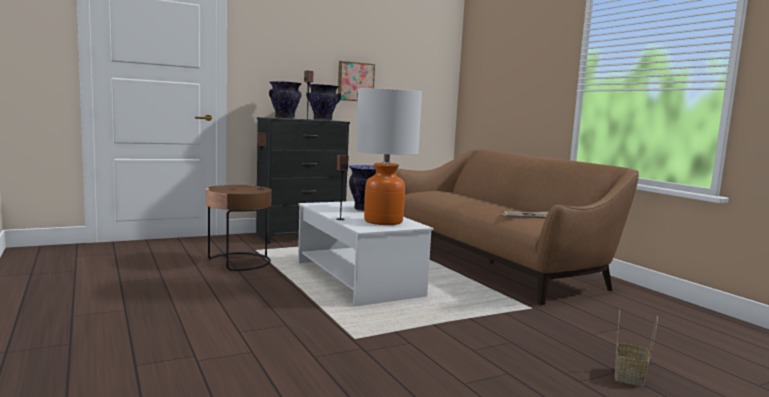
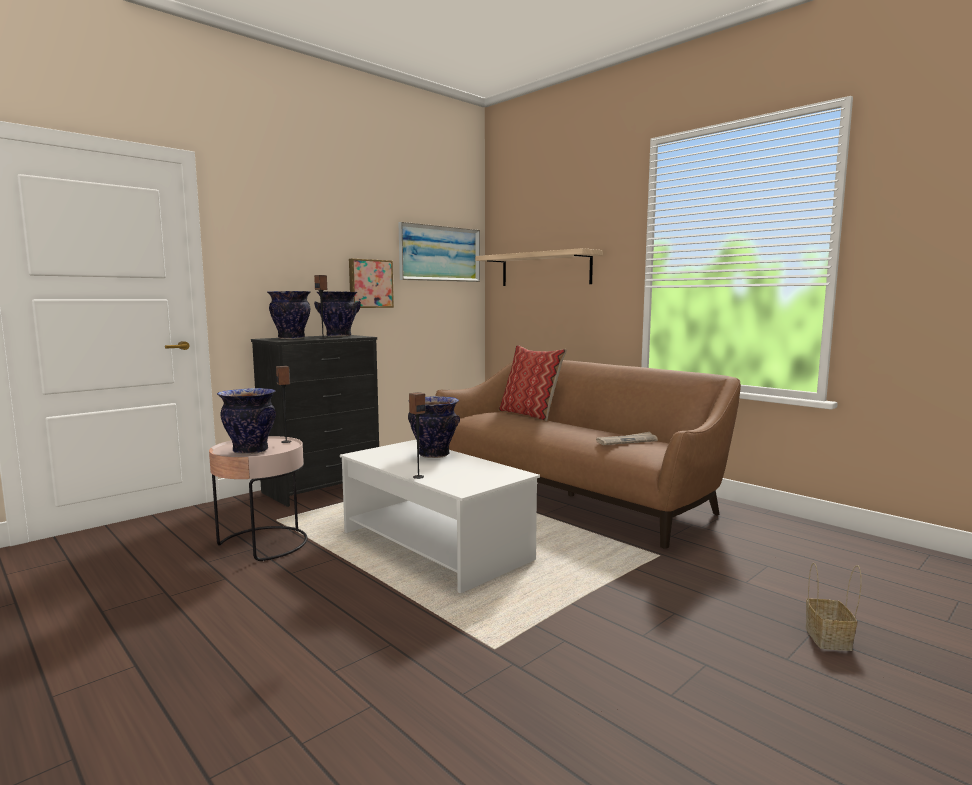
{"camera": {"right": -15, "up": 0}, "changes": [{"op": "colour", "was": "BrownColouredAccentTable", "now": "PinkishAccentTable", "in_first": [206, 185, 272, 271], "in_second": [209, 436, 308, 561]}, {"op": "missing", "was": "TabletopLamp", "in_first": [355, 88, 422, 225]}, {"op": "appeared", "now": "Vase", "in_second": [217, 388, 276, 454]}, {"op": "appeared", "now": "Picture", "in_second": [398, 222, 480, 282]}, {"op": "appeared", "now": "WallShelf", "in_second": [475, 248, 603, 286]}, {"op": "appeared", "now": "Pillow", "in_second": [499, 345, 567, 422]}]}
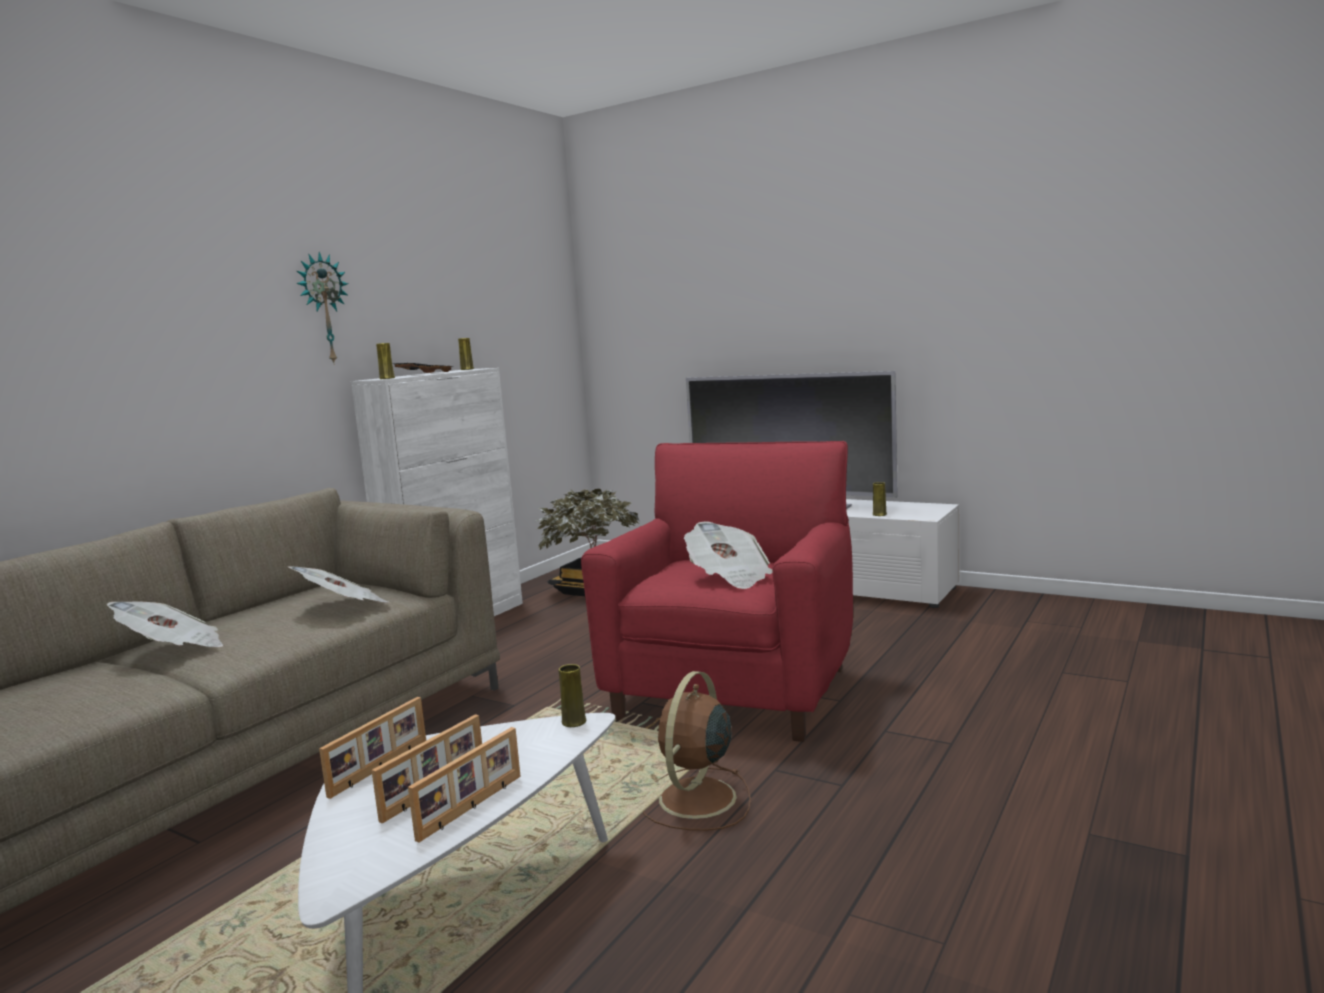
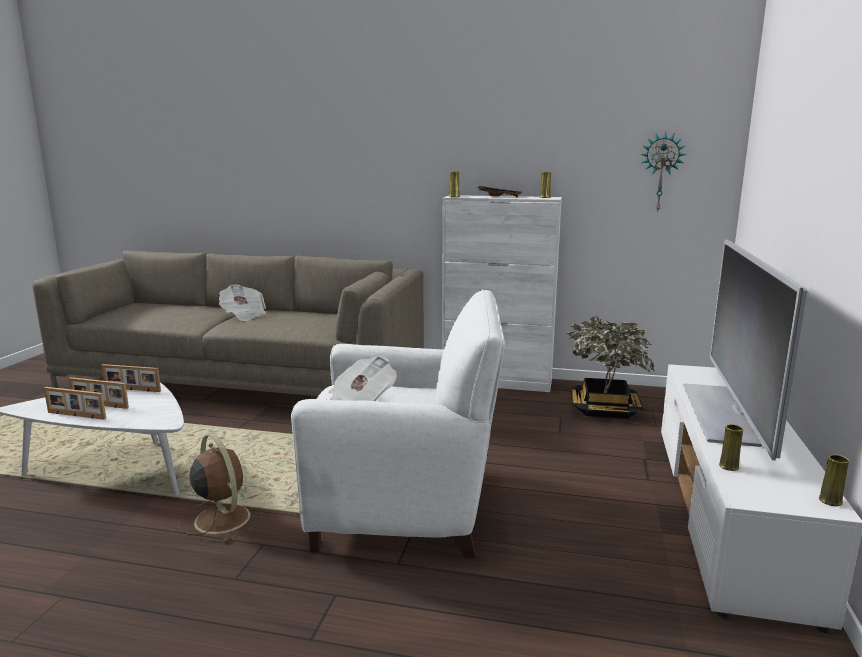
{"camera": {"right": 70, "up": 5}, "changes": [{"op": "missing", "was": "DailyPaper", "in_first": [288, 566, 388, 602]}, {"op": "relocated", "was": "HangingClock", "in_first": [296, 252, 348, 365], "in_second": [640, 131, 687, 213]}, {"op": "relocated", "was": "YellowishVase", "in_first": [559, 664, 586, 727], "in_second": [819, 454, 849, 506]}, {"op": "colour", "was": "RedColouredLoungeChair", "now": "WhiteColouredLoungeChair", "in_first": [581, 441, 853, 742], "in_second": [291, 289, 505, 558]}, {"op": "spun", "was": "BrownColouredElectricFan", "in_first": [643, 671, 751, 831], "in_second": [178, 434, 262, 543], "clockwise": 45}]}
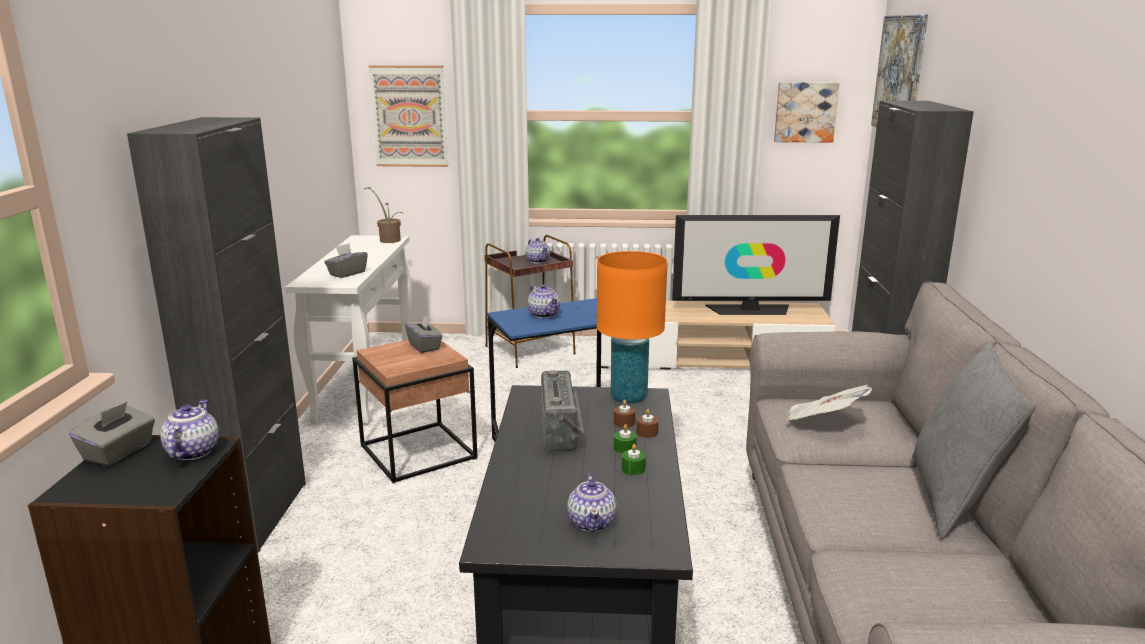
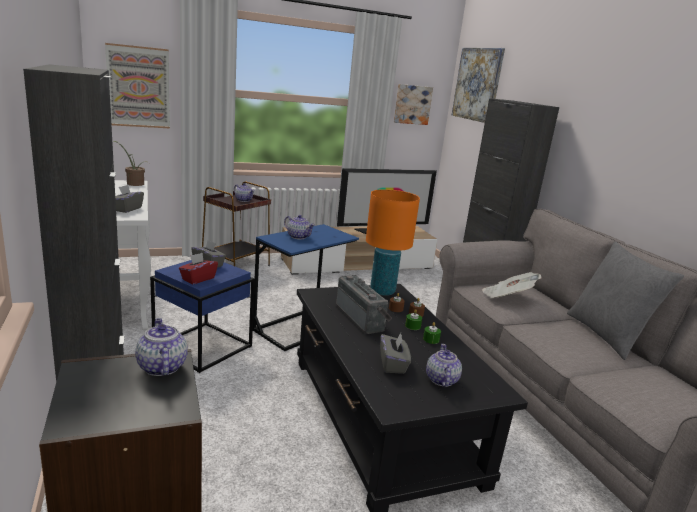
{"camera": {"right": -25, "up": 0}, "changes": [{"op": "relocated", "was": "GreyishBoxOfTissues", "in_first": [69, 402, 155, 466], "in_second": [380, 333, 411, 374]}, {"op": "colour", "was": "BrownColouredAccentTable", "now": "BlueAccentTable", "in_first": [352, 340, 478, 483], "in_second": [150, 260, 255, 373]}, {"op": "spun", "was": "TeaPot", "in_first": [567, 474, 617, 532], "in_second": [426, 344, 462, 387], "clockwise": -150}, {"op": "appeared", "now": "RedColouredBoxOfTissues", "in_second": [179, 253, 218, 284]}]}
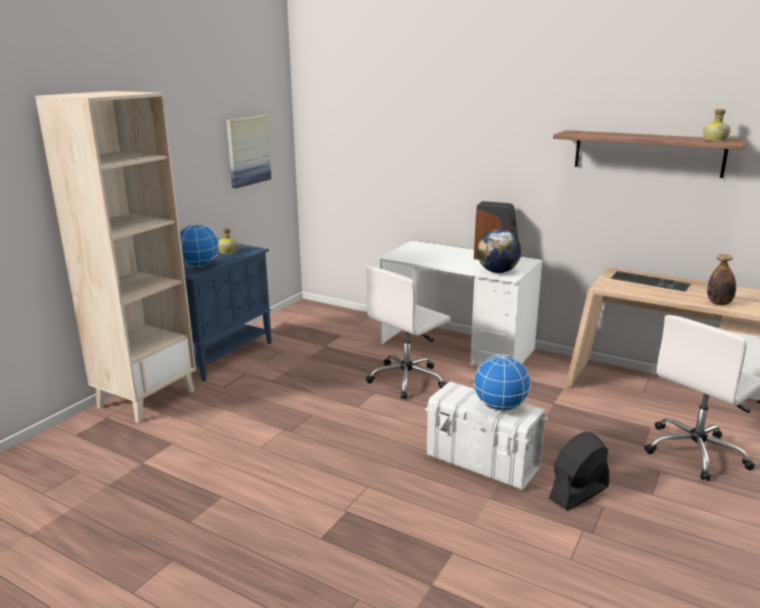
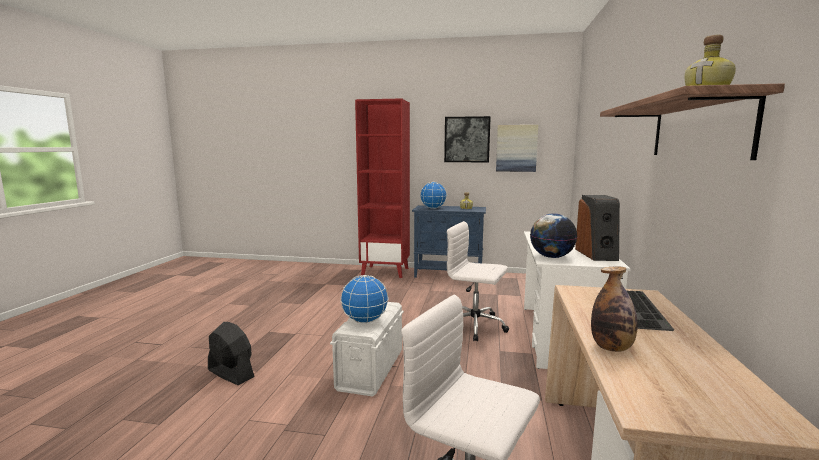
{"camera": {"right": 70, "up": -10}, "changes": [{"op": "colour", "was": "BeigeColouredShelvingUnit", "now": "RedColouredShelvingUnit", "in_first": [35, 91, 196, 423], "in_second": [355, 98, 410, 278]}, {"op": "relocated", "was": "BlackishElectricFan", "in_first": [549, 432, 609, 510], "in_second": [208, 322, 255, 385]}, {"op": "appeared", "now": "Picture", "in_second": [444, 116, 491, 162]}]}
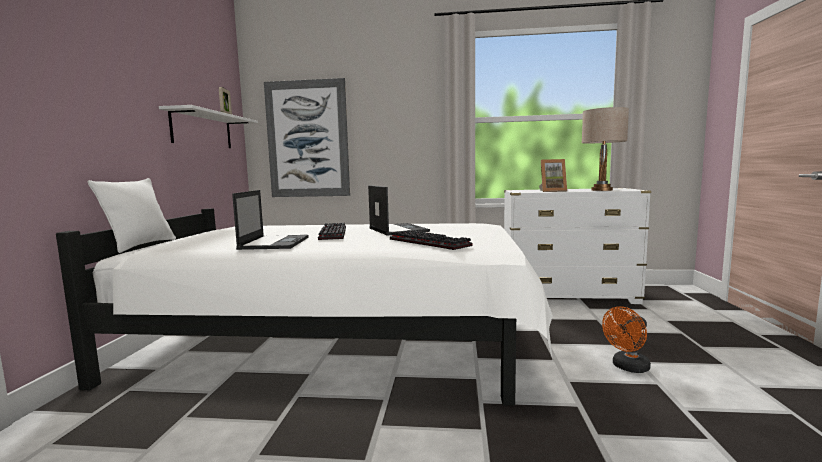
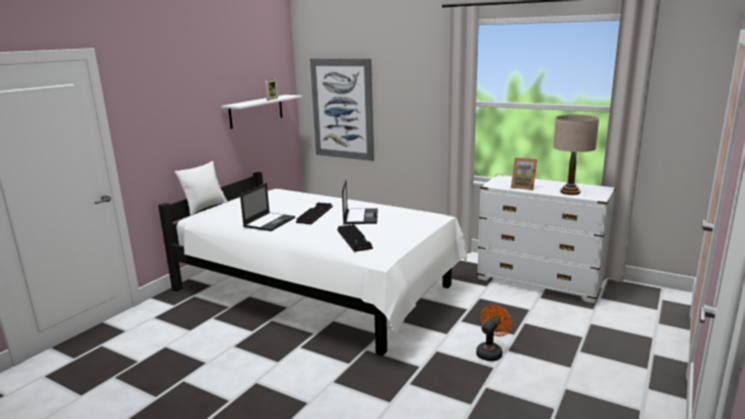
{"camera": {"right": 25, "up": 10}, "changes": [{"op": "spun", "was": "OrangeElectricFan", "in_first": [602, 307, 651, 373], "in_second": [476, 304, 512, 361], "clockwise": 135}]}
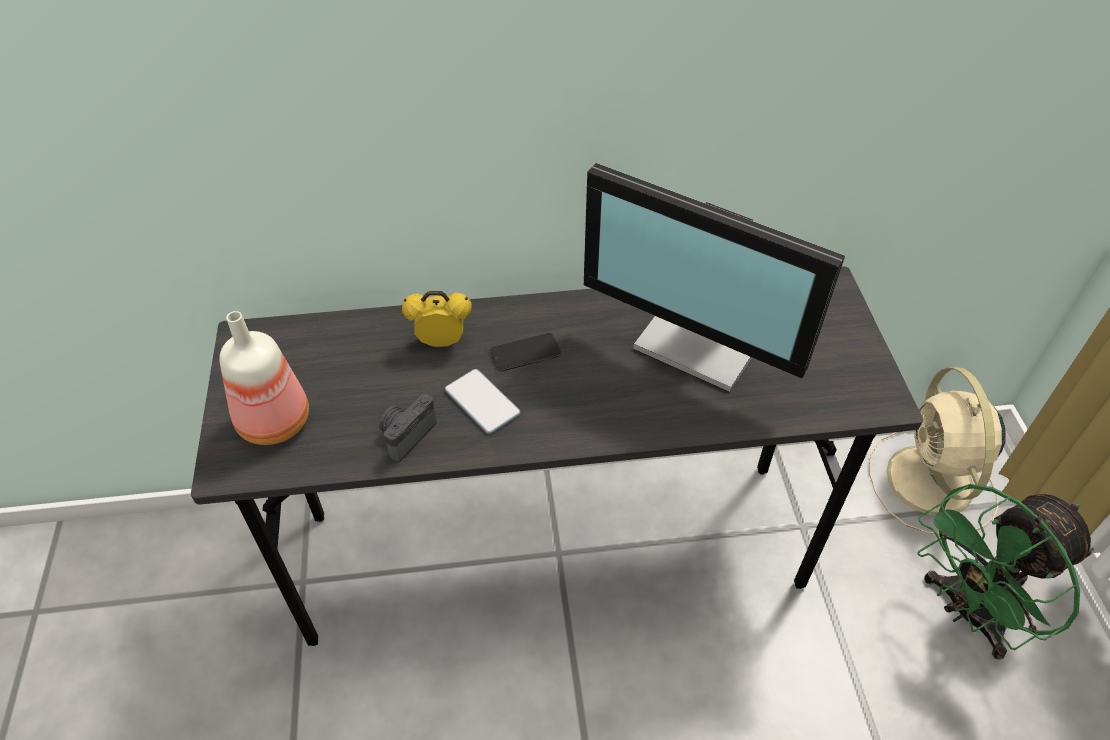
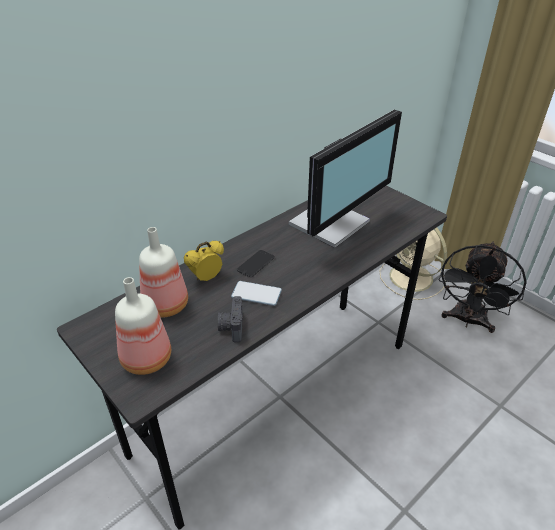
{"camera": {"right": -35, "up": -10}, "changes": [{"op": "spun", "was": "Monitor", "in_first": [584, 163, 845, 392], "in_second": [289, 110, 402, 248], "clockwise": -45}, {"op": "colour", "was": "GreenColouredElectricFan", "now": "BlackishElectricFan", "in_first": [917, 484, 1094, 660], "in_second": [439, 242, 527, 333]}, {"op": "appeared", "now": "BeverageBottle", "in_second": [139, 227, 188, 318]}]}
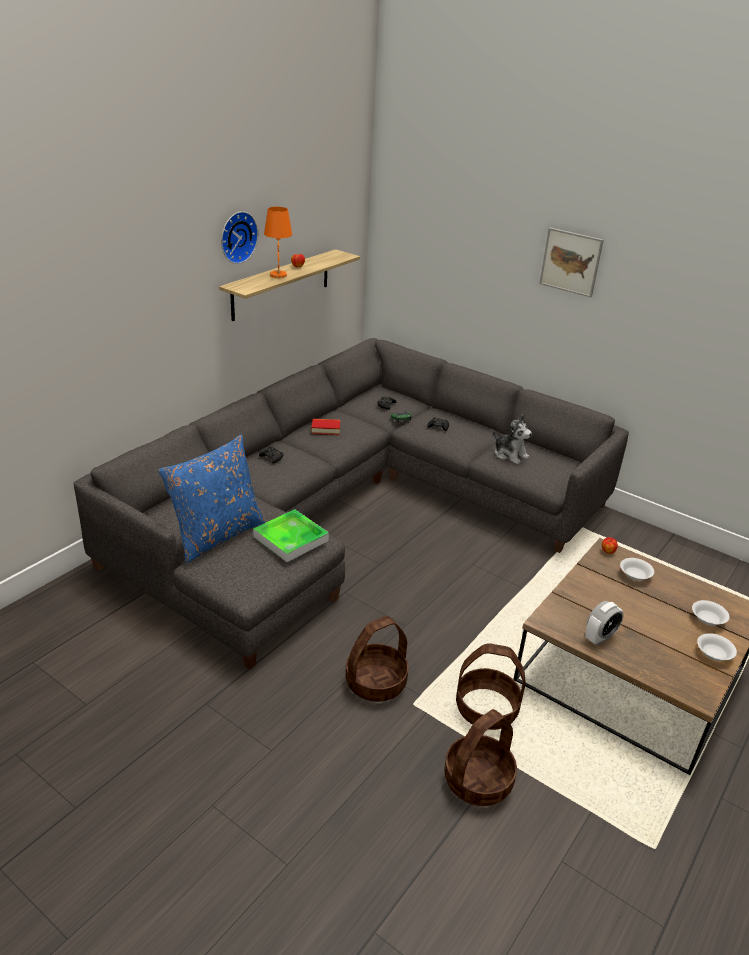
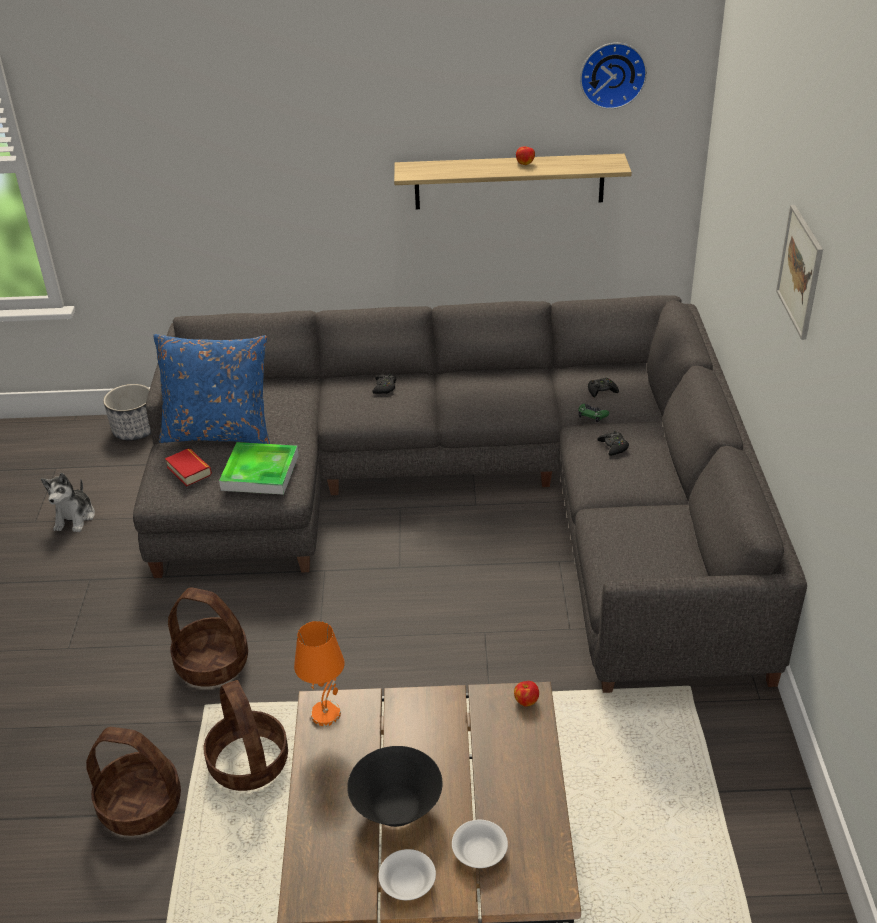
{"camera": {"right": 55, "up": 5}, "changes": [{"op": "relocated", "was": "HangingClock", "in_first": [221, 211, 258, 264], "in_second": [580, 43, 647, 109]}, {"op": "relocated", "was": "OrangeTabletopLamp", "in_first": [264, 207, 292, 278], "in_second": [294, 621, 345, 726]}, {"op": "relocated", "was": "Volume", "in_first": [311, 419, 340, 435], "in_second": [165, 448, 212, 487]}, {"op": "relocated", "was": "PlushToy", "in_first": [493, 414, 532, 465], "in_second": [41, 473, 95, 532]}, {"op": "missing", "was": "TableClock", "in_first": [585, 601, 623, 645]}, {"op": "missing", "was": "WhiteColouredServingBowl", "in_first": [620, 558, 654, 581]}, {"op": "appeared", "now": "Planter", "in_second": [103, 384, 151, 440]}, {"op": "appeared", "now": "BlackishServingBowl", "in_second": [347, 746, 443, 827]}]}
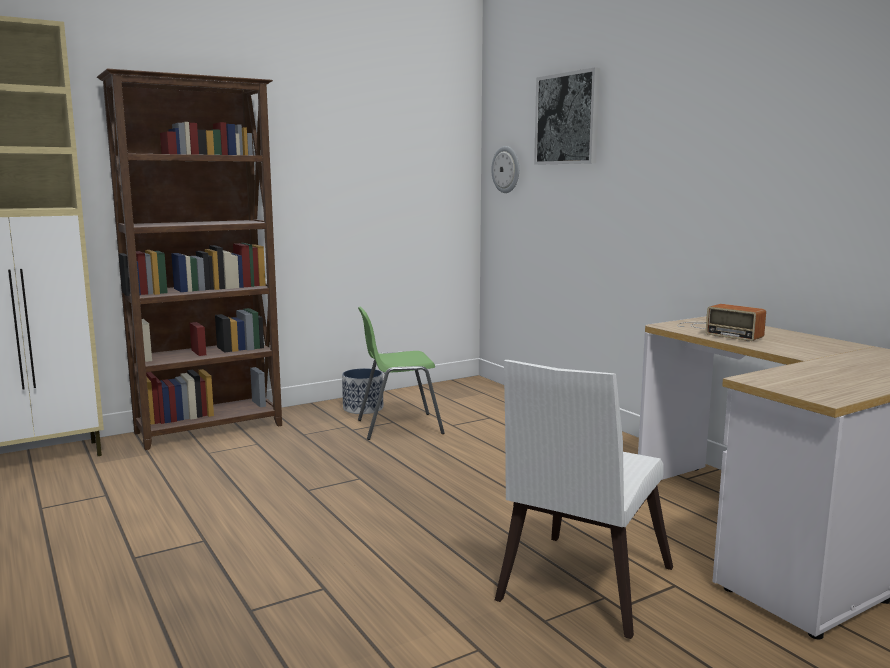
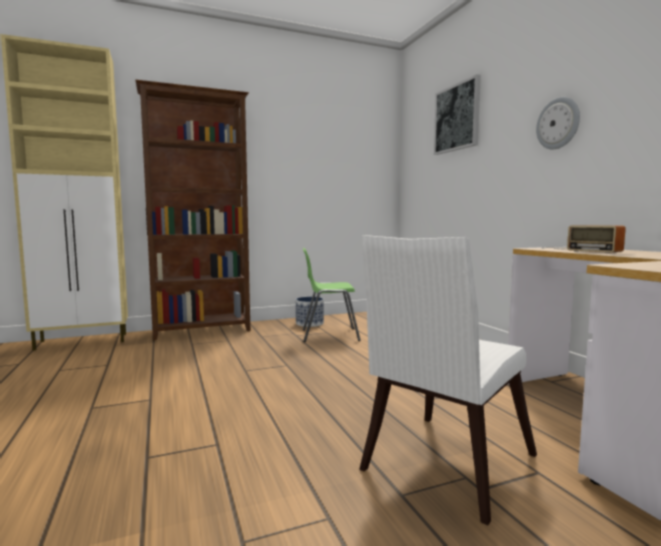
{"camera": {"right": 10, "up": -5}, "changes": [{"op": "relocated", "was": "HangingClock", "in_first": [491, 146, 519, 193], "in_second": [536, 97, 580, 150]}]}
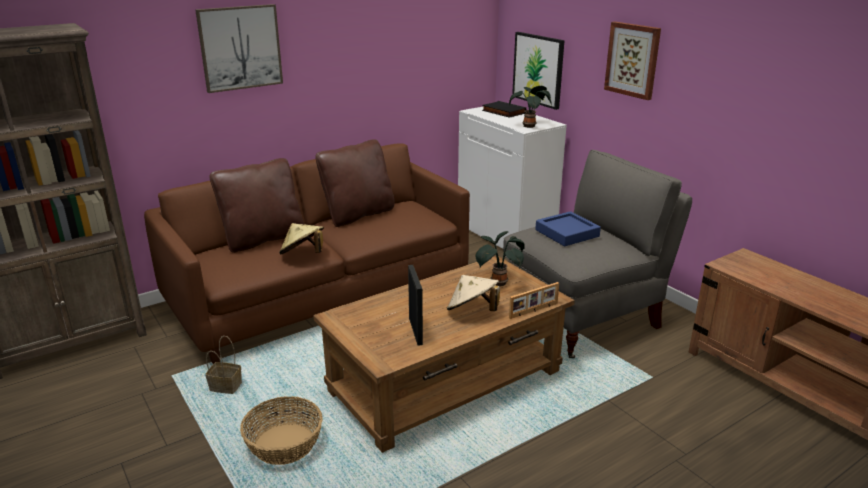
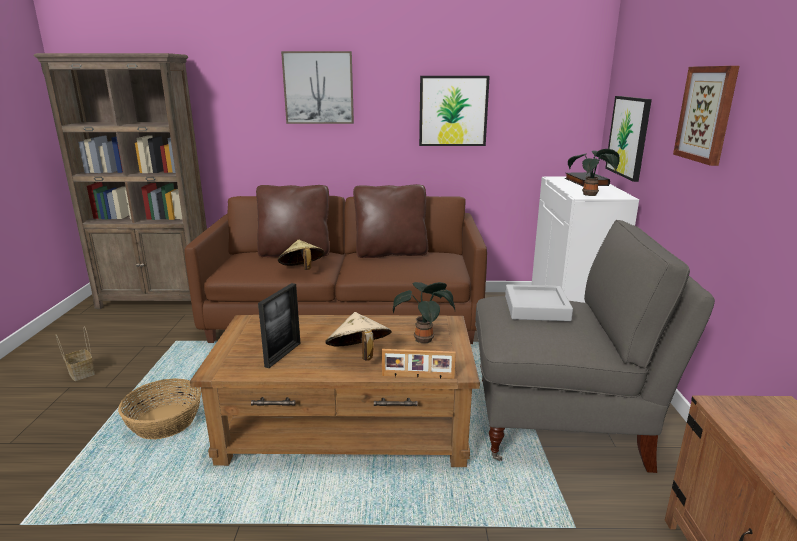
{"camera": {"right": 35, "up": -5}, "changes": [{"op": "relocated", "was": "Basket", "in_first": [205, 336, 242, 394], "in_second": [56, 326, 95, 381]}, {"op": "colour", "was": "BlueTray", "now": "GreyishTray", "in_first": [535, 211, 601, 246], "in_second": [505, 284, 573, 321]}, {"op": "appeared", "now": "Picture", "in_second": [419, 76, 490, 146]}]}
